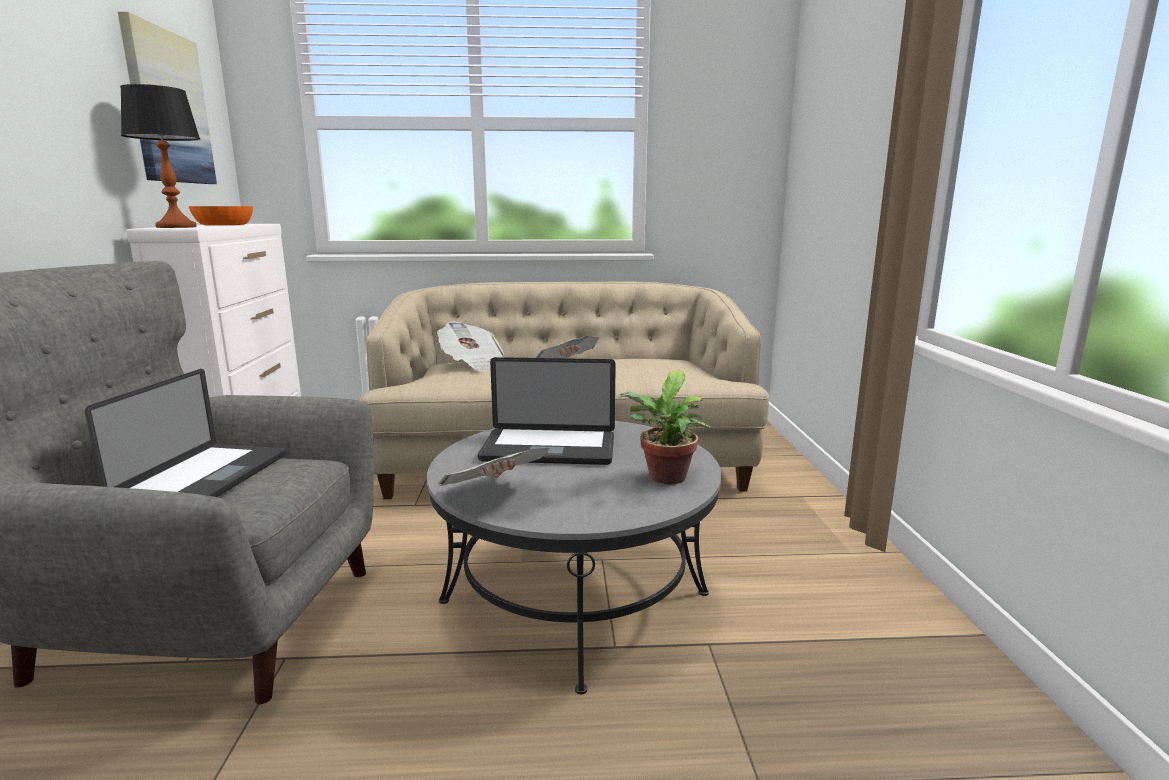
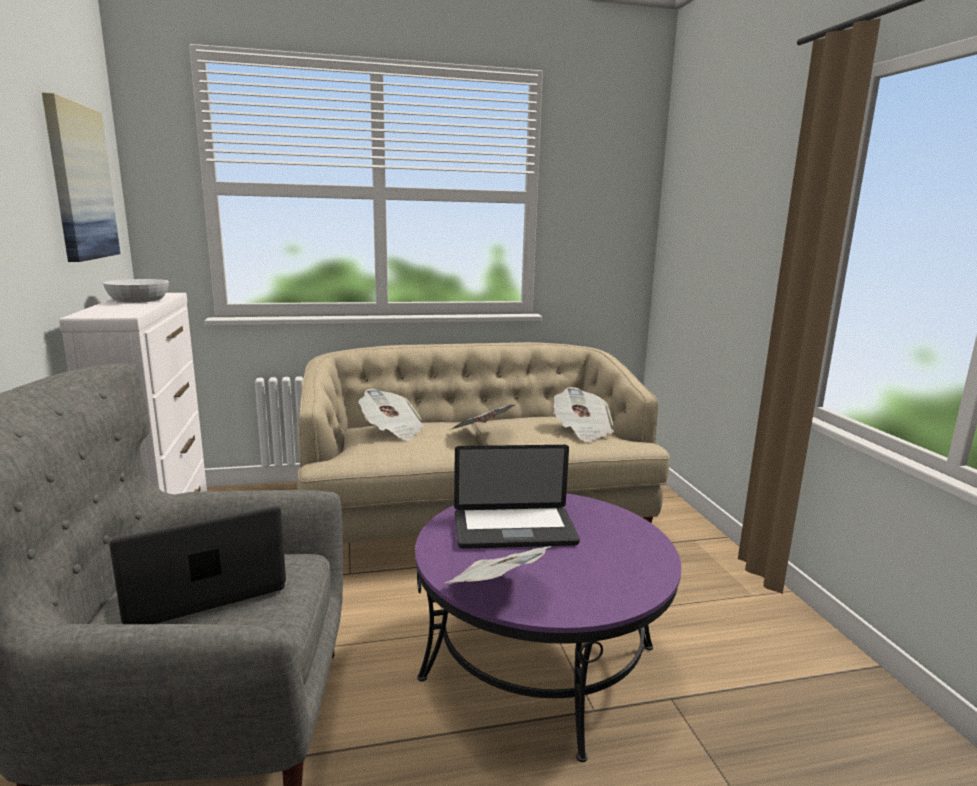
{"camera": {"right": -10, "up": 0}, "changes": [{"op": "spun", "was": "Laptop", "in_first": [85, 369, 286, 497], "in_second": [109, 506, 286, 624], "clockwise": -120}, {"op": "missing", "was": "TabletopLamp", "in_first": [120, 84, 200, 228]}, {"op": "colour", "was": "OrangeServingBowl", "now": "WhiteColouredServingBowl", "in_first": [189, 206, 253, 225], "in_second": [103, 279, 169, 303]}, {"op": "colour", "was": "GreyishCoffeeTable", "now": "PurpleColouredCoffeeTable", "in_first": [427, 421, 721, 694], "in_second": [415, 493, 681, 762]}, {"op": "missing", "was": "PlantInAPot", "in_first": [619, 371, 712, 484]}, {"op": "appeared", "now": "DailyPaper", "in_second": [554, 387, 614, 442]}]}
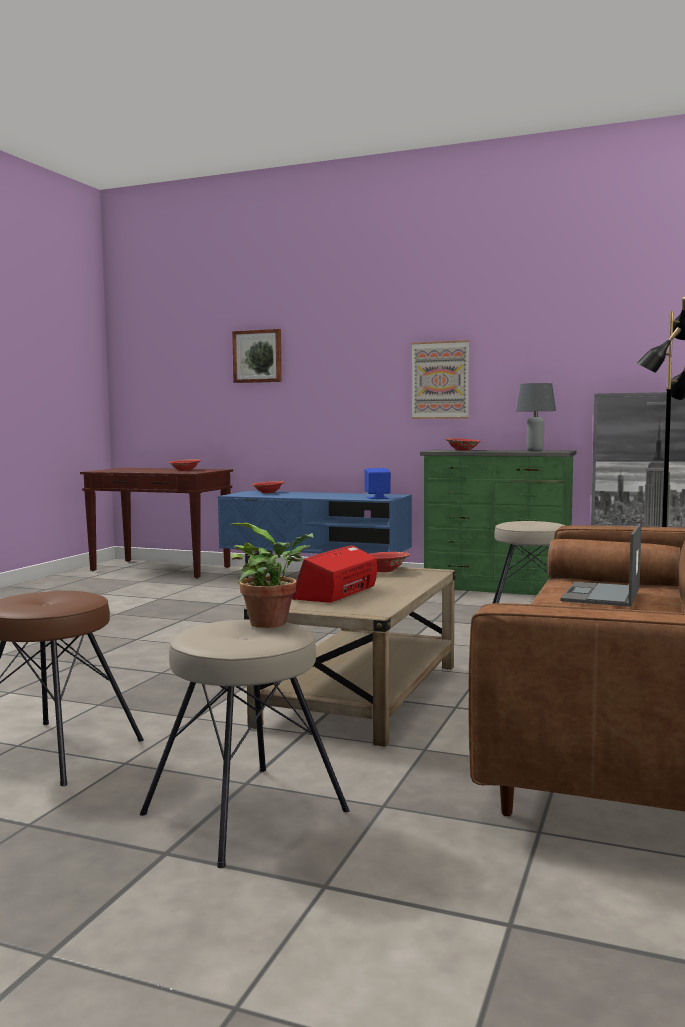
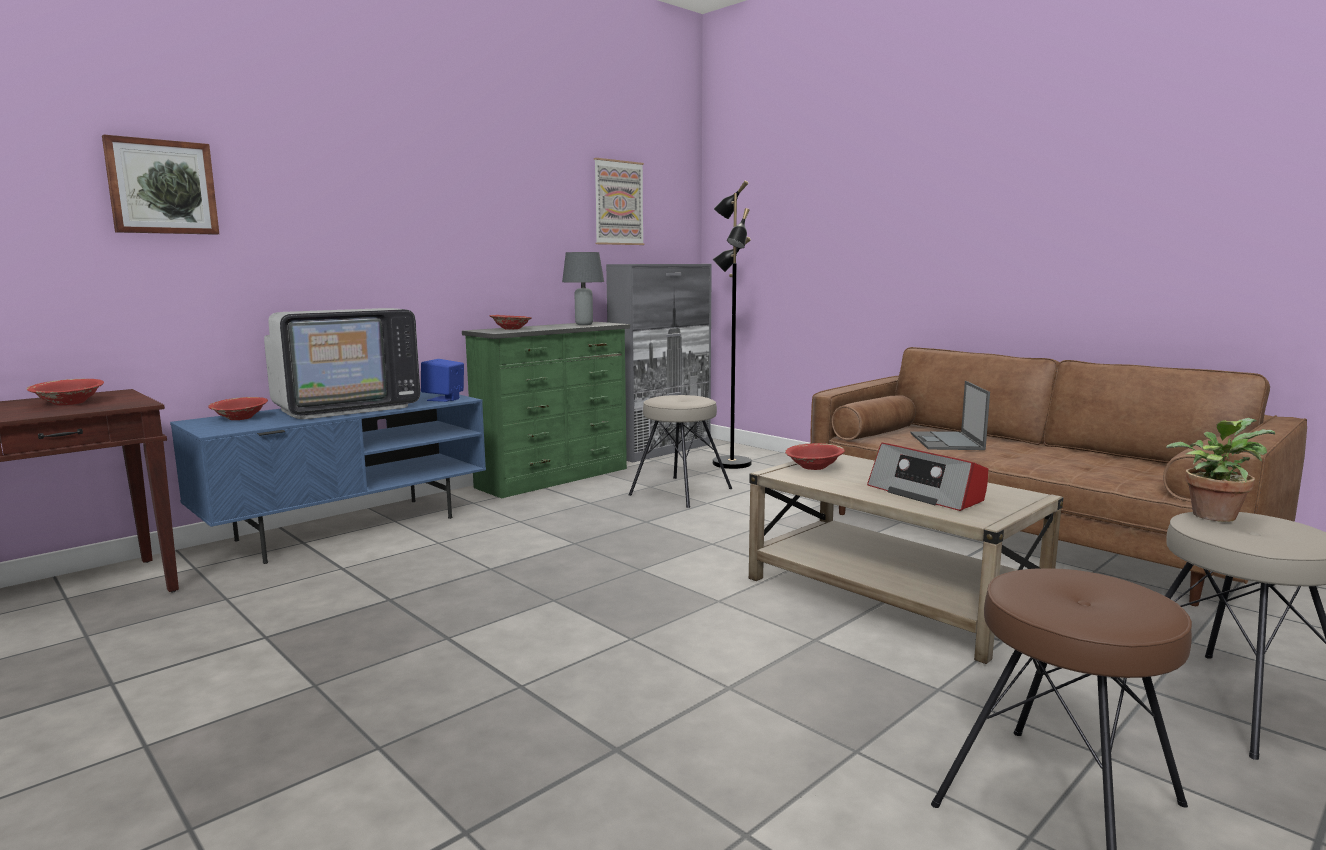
{"camera": {"right": -65, "up": 5}, "changes": [{"op": "relocated", "was": "Picture", "in_first": [412, 340, 469, 419], "in_second": [594, 158, 644, 245]}, {"op": "spun", "was": "Laptop", "in_first": [560, 523, 642, 607], "in_second": [911, 381, 990, 450], "clockwise": 45}, {"op": "appeared", "now": "Tv", "in_second": [264, 308, 420, 419]}]}
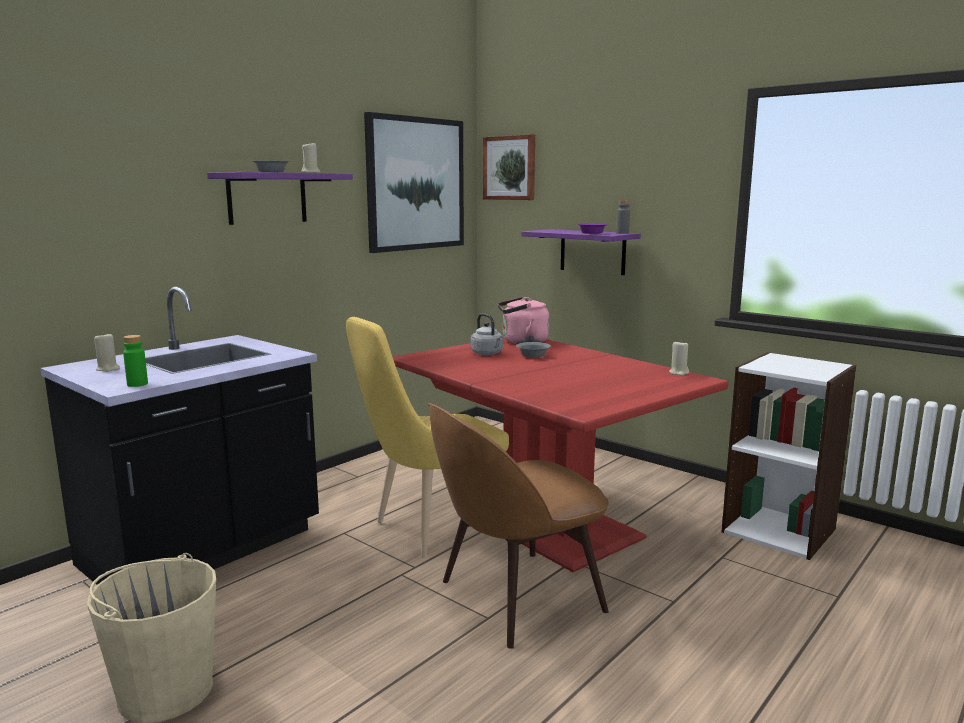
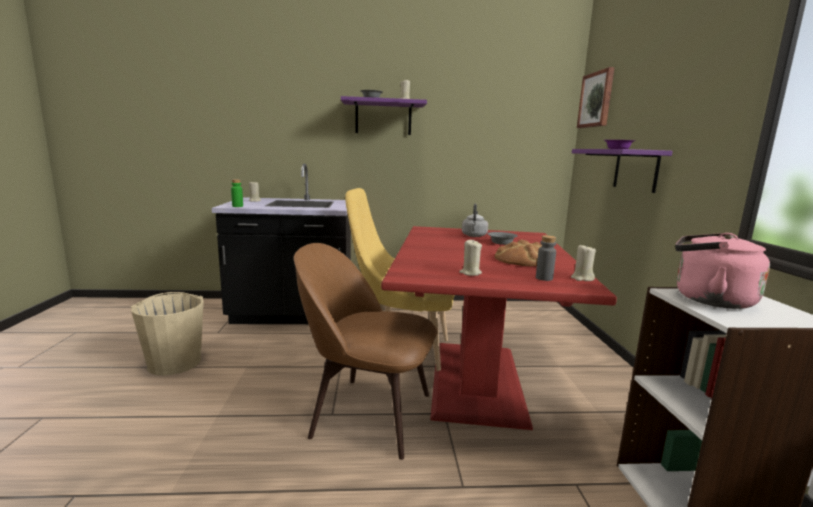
{"camera": {"right": 45, "up": 0}, "changes": [{"op": "missing", "was": "Picture", "in_first": [364, 112, 464, 253]}, {"op": "relocated", "was": "PinkishKettle", "in_first": [498, 297, 549, 344], "in_second": [675, 233, 770, 309]}, {"op": "relocated", "was": "GreyishBeverageBottle", "in_first": [616, 200, 630, 234], "in_second": [536, 235, 556, 281]}, {"op": "appeared", "now": "BeigeColouredWaxLight", "in_second": [459, 240, 482, 276]}, {"op": "appeared", "now": "BakeryBread", "in_second": [495, 240, 542, 266]}]}
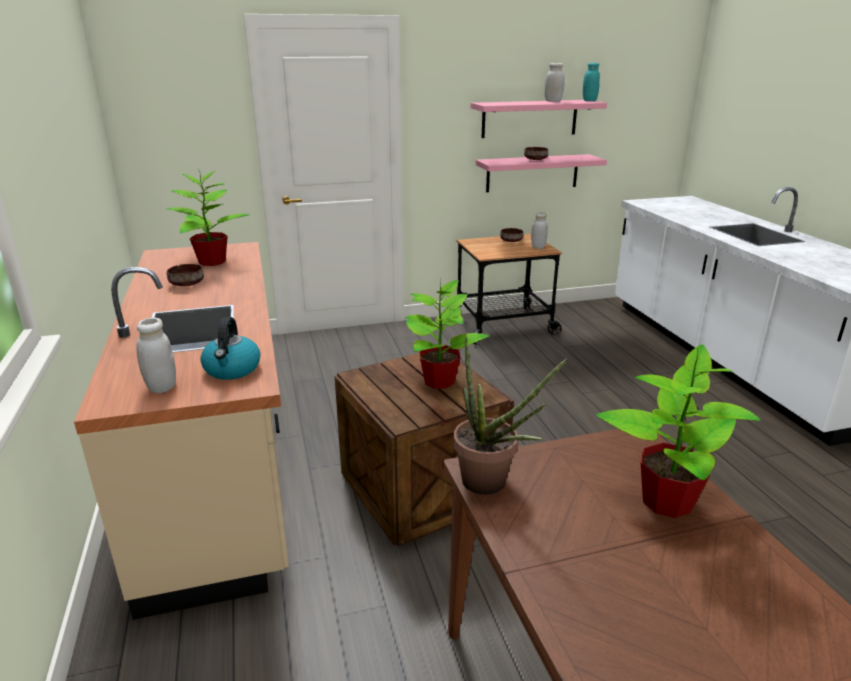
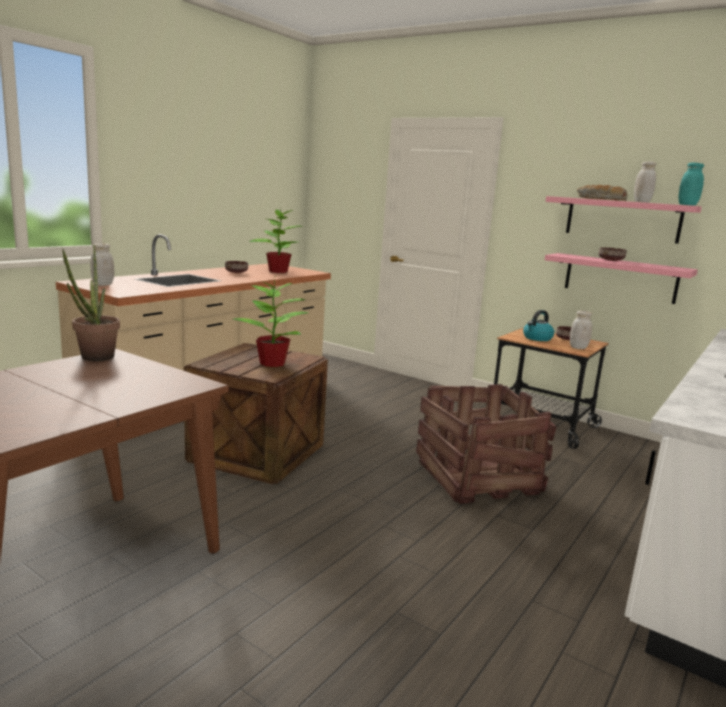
{"camera": {"right": 50, "up": -10}, "changes": [{"op": "relocated", "was": "Kettle", "in_first": [200, 317, 260, 380], "in_second": [523, 310, 554, 341]}, {"op": "missing", "was": "PlantInAPot", "in_first": [597, 344, 760, 518]}, {"op": "appeared", "now": "ShippingCrate", "in_second": [416, 384, 557, 504]}, {"op": "appeared", "now": "BakeryBread", "in_second": [577, 185, 628, 201]}]}
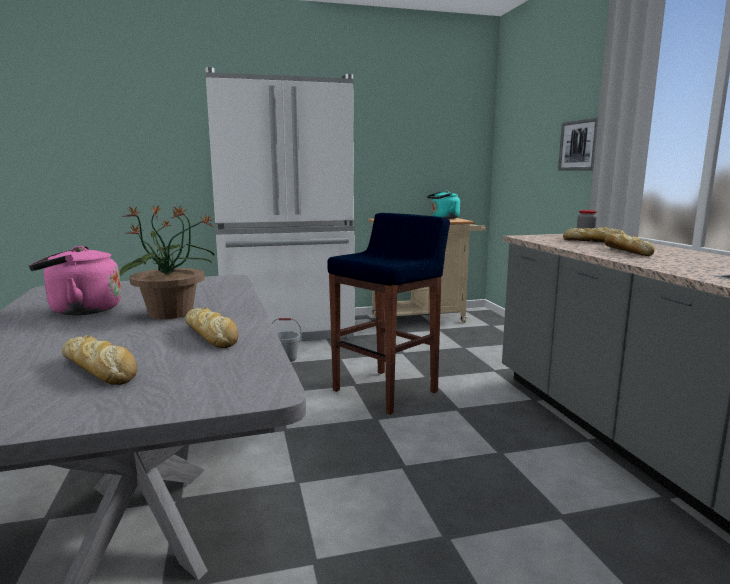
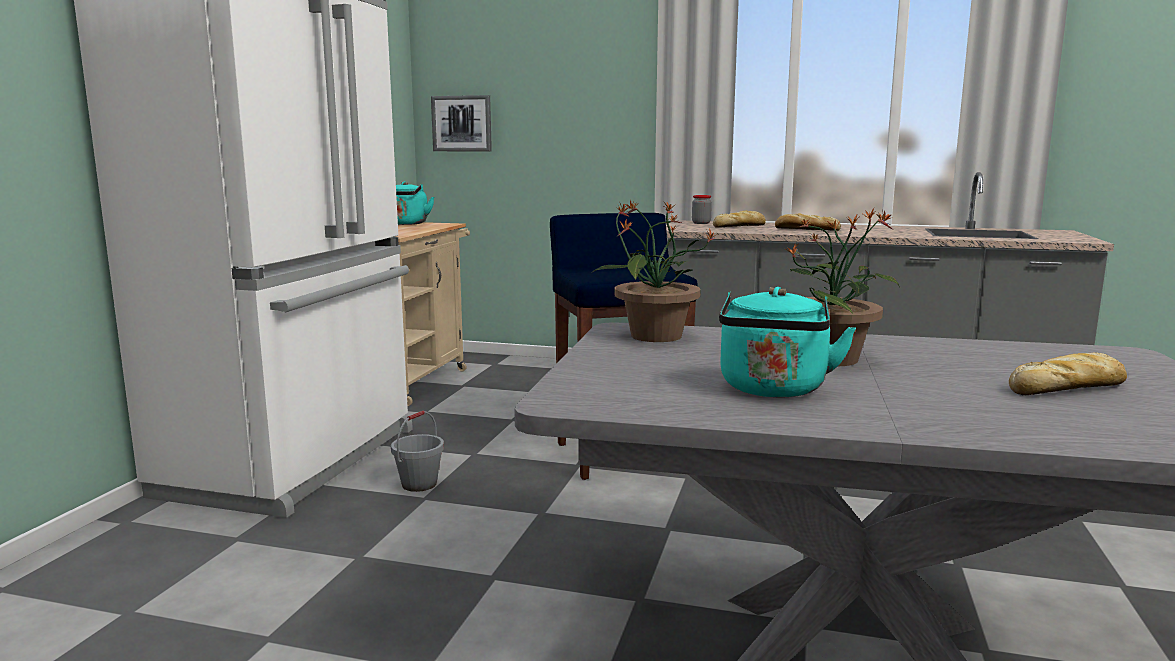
{"camera": {"right": -60, "up": 0}, "changes": [{"op": "colour", "was": "PinkishKettle", "now": "BlueGreenKettle", "in_first": [29, 246, 121, 315], "in_second": [719, 287, 856, 397]}, {"op": "missing", "was": "BakeryBread", "in_first": [185, 307, 238, 348]}, {"op": "relocated", "was": "Picture", "in_first": [558, 117, 598, 171], "in_second": [431, 95, 492, 151]}, {"op": "appeared", "now": "PlantInAPot", "in_second": [593, 199, 718, 342]}]}
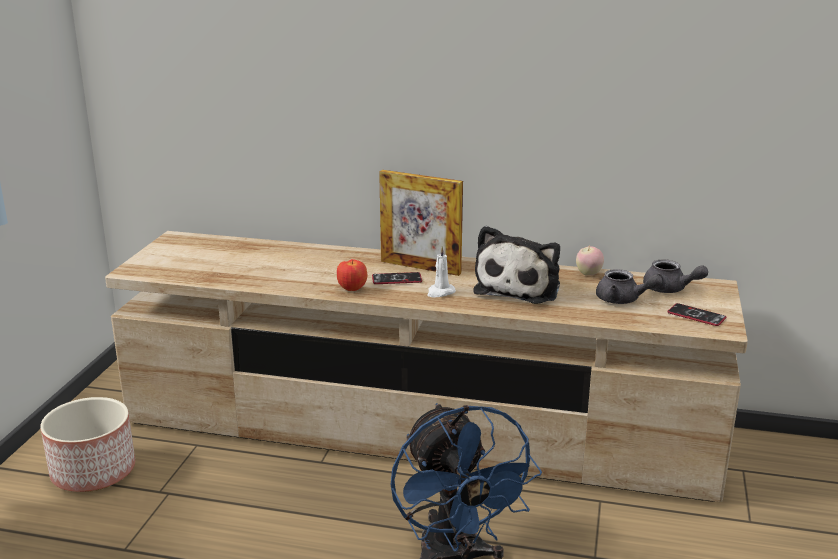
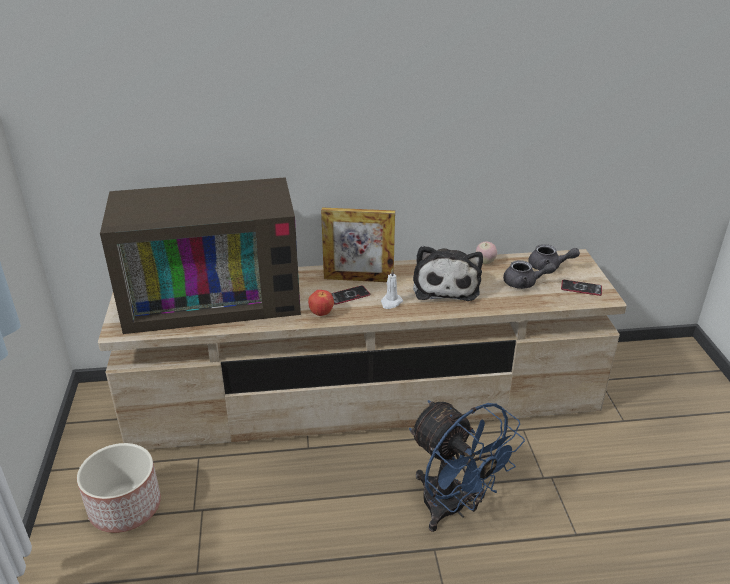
{"camera": {"right": -20, "up": 10}, "changes": [{"op": "appeared", "now": "Tv", "in_second": [100, 177, 301, 334]}]}
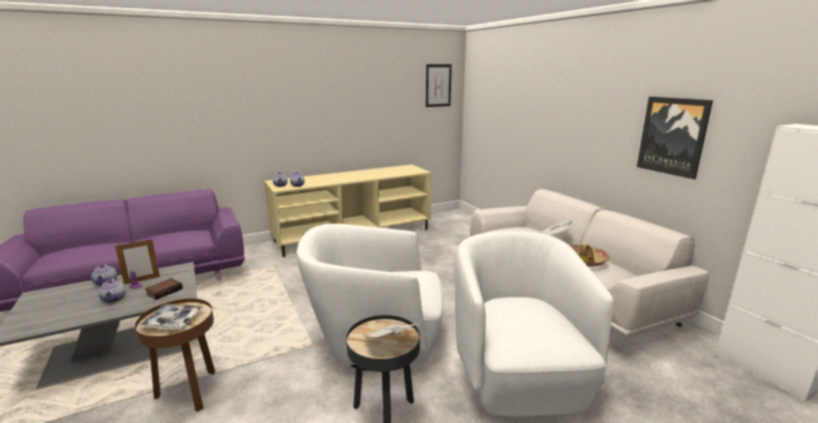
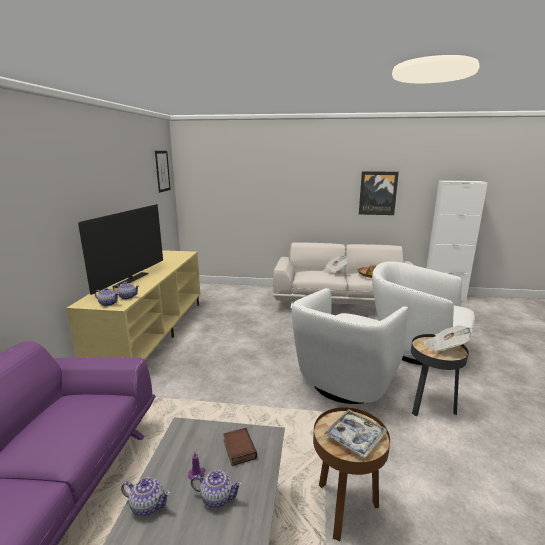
{"camera": {"right": -55, "up": 0}, "changes": [{"op": "missing", "was": "PictureFrame", "in_first": [115, 239, 160, 285]}, {"op": "appeared", "now": "Tv", "in_second": [78, 204, 163, 295]}]}
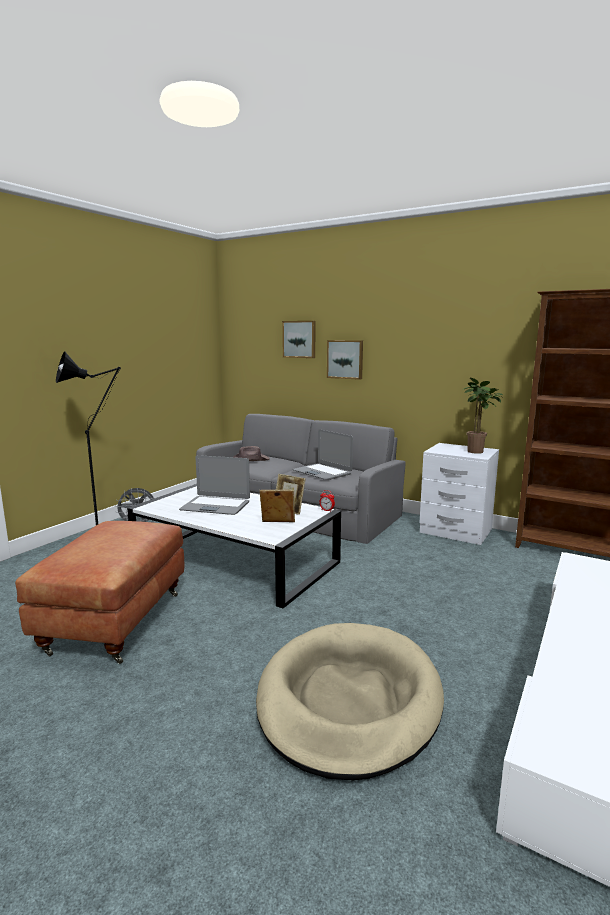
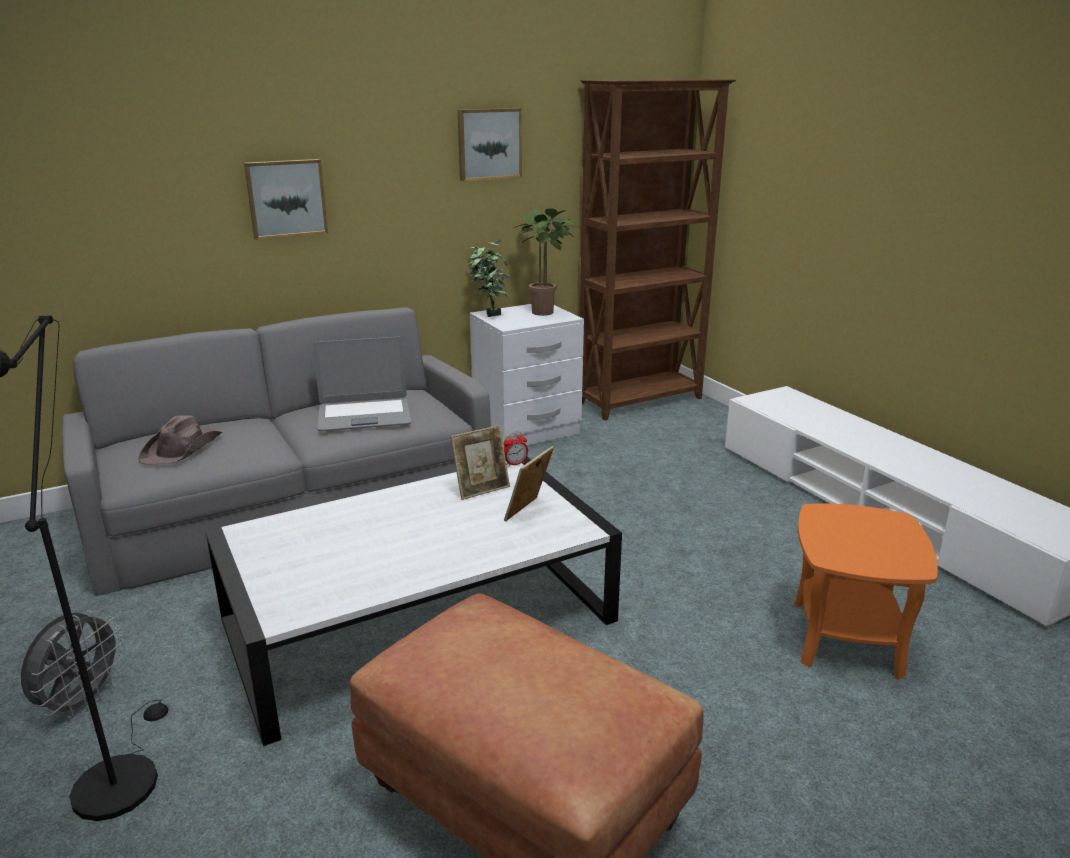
{"camera": {"right": -60, "up": 10}, "changes": [{"op": "missing", "was": "Laptop", "in_first": [179, 455, 250, 515]}, {"op": "exchanged", "was": "BeigeColouredDogCushion", "now": "OrangeAccentTable", "in_first": [256, 623, 444, 781], "in_second": [794, 504, 938, 680]}, {"op": "relocated", "was": "Picture", "in_first": [282, 321, 315, 358], "in_second": [458, 108, 522, 181]}, {"op": "appeared", "now": "PlantInAPot", "in_second": [467, 240, 511, 317]}]}
